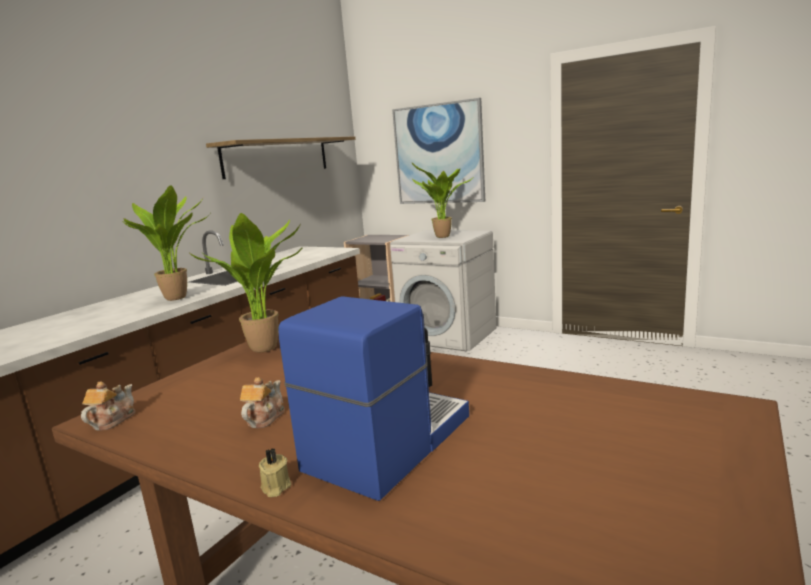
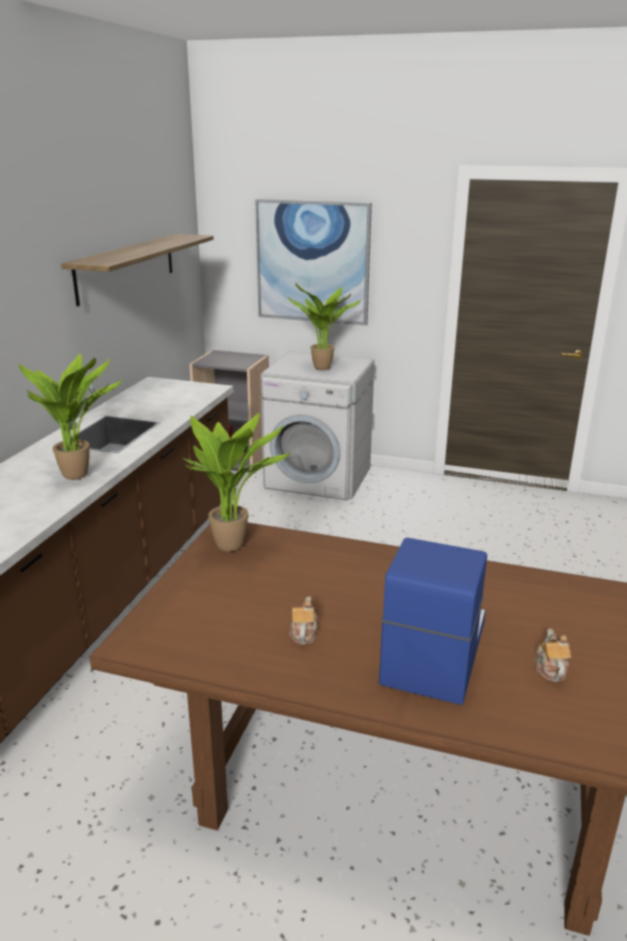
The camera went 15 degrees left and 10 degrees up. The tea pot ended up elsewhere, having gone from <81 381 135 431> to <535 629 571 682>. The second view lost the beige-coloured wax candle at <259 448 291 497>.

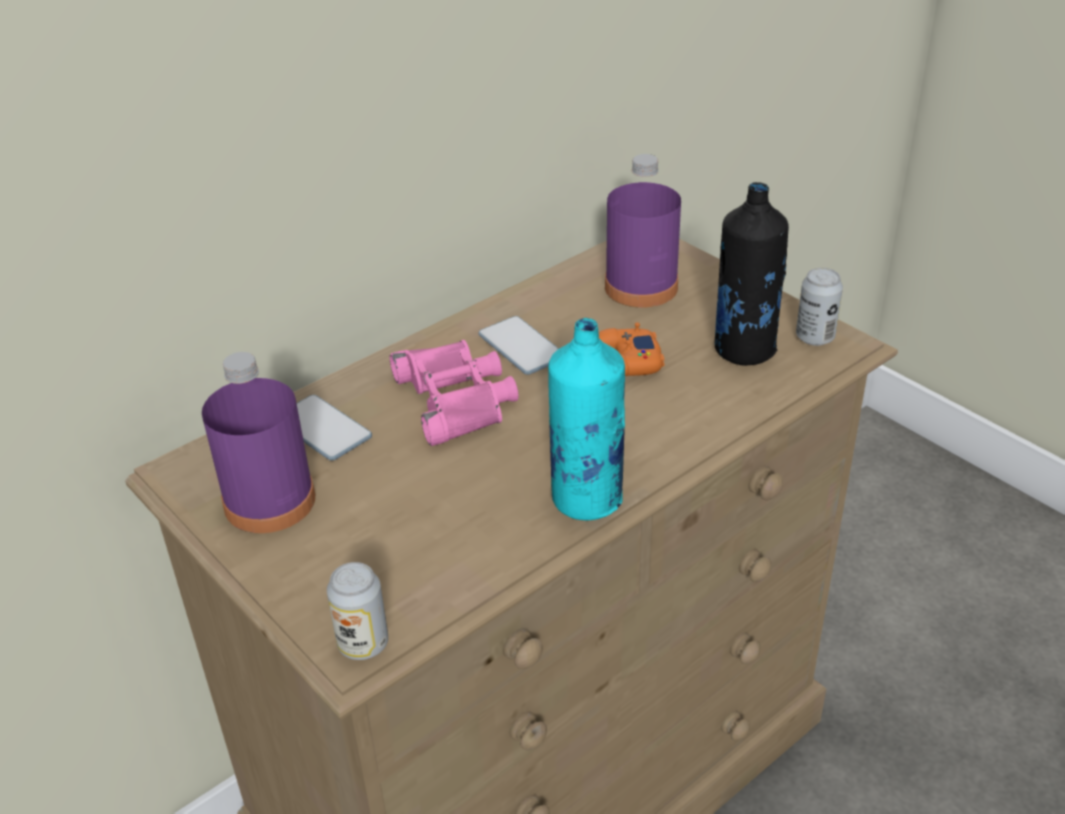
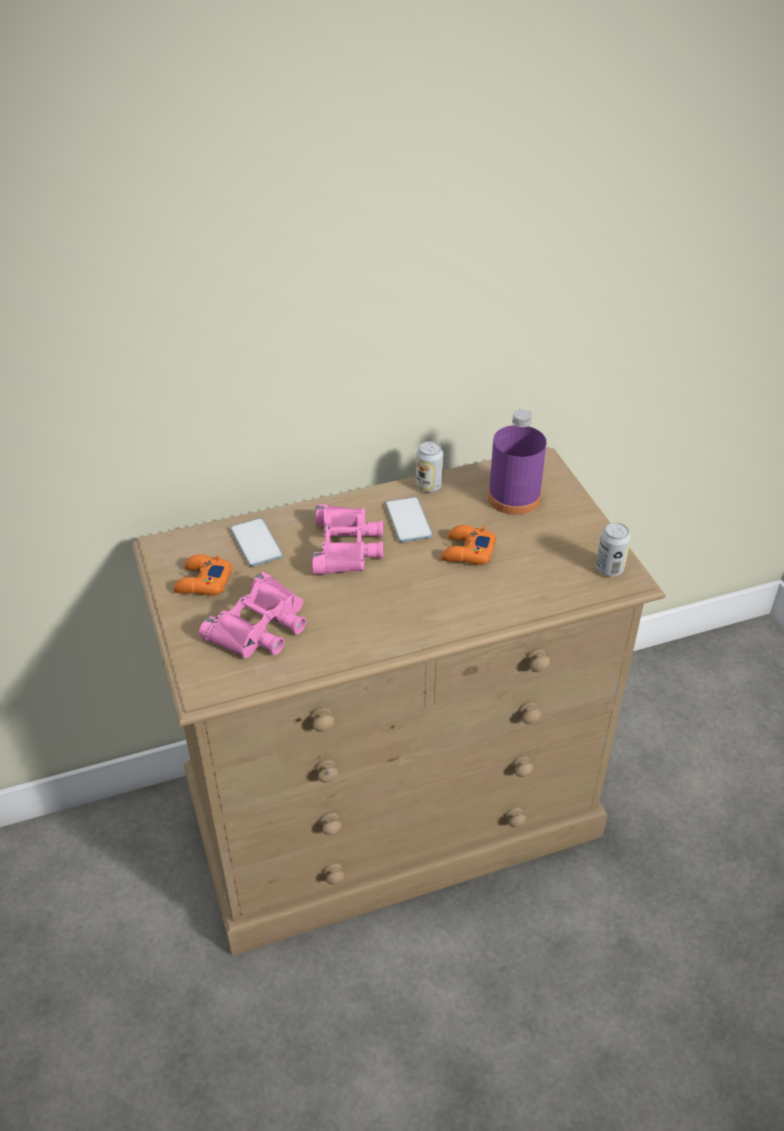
The camera went 20 degrees right and 5 degrees up. The second view lost the blackish drink bottle at <714 182 789 366>. The second view lost the blue-green drink bottle at <548 318 625 520>. Where the purplish drink bottle stood at <202 352 315 533>, the orange-coloured joypad came to stand at <174 554 233 595>. The can ended up elsewhere, having gone from <327 562 388 660> to <416 441 443 492>. The second view gained the pink-coloured field glasses at <199 572 306 658>.

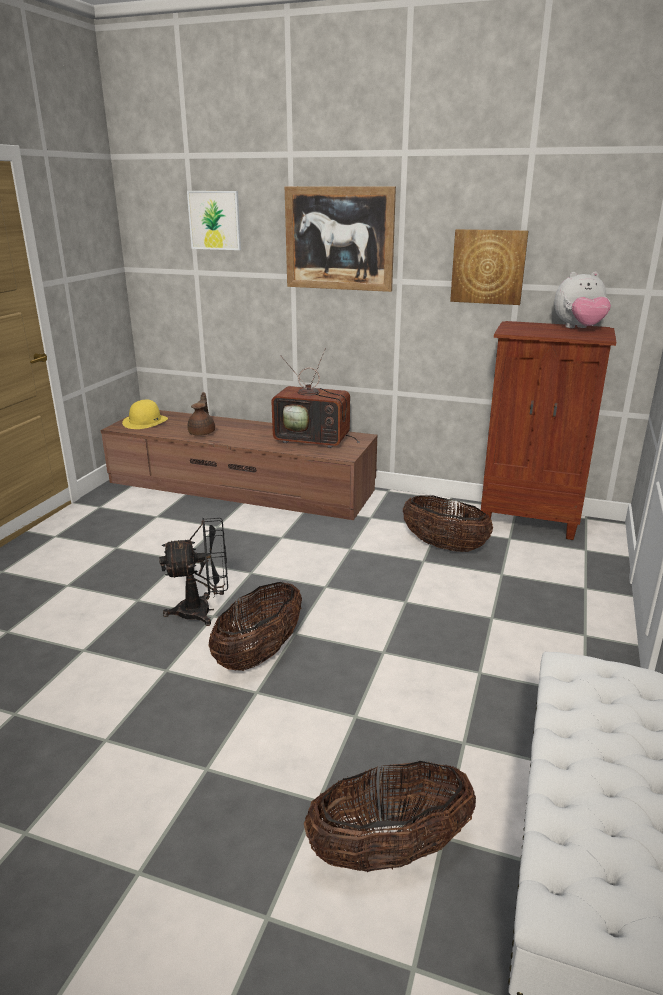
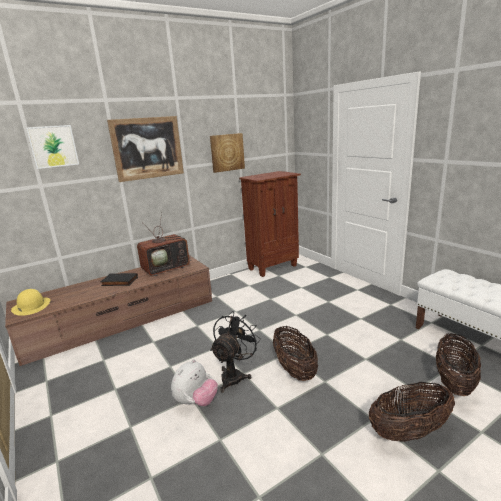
The camera went 50 degrees left and 5 degrees down. The soft toy ended up elsewhere, having gone from <554 272 611 328> to <171 359 218 406>. The second view lost the brown tea pot at <188 392 215 436>. The basket ended up elsewhere, having gone from <403 495 493 552> to <369 382 455 442>. The second view gained the blackish volume at <101 273 138 286>.

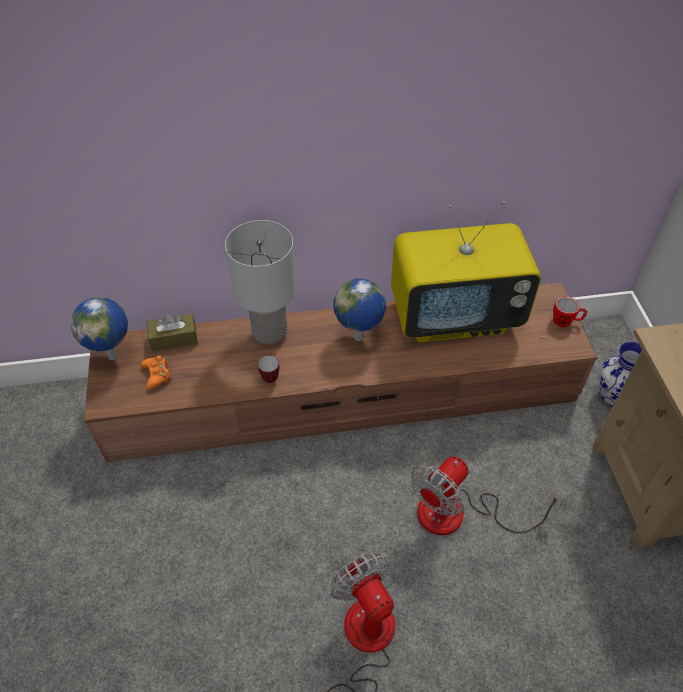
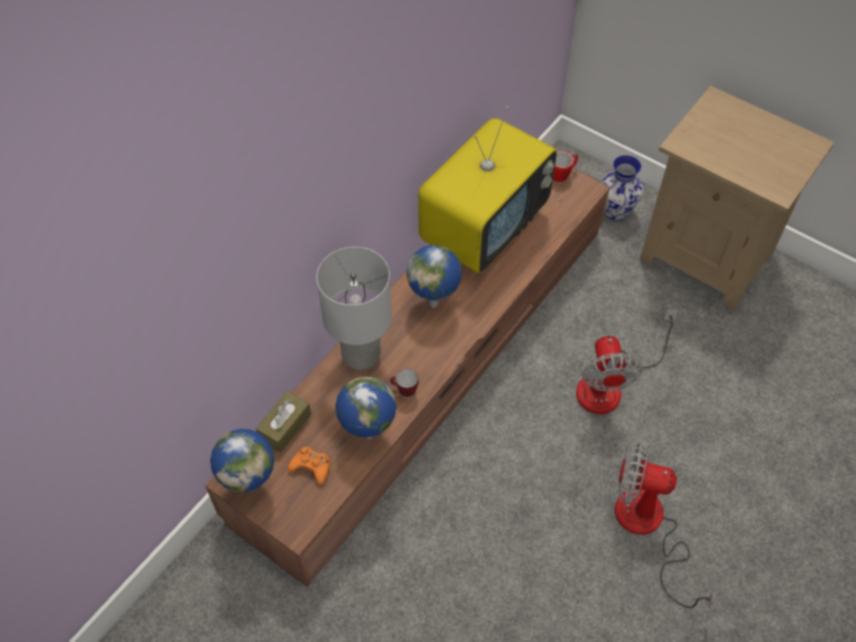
The camera went 45 degrees left and 5 degrees up. The second view gained the world globe at <335 377 396 439>.

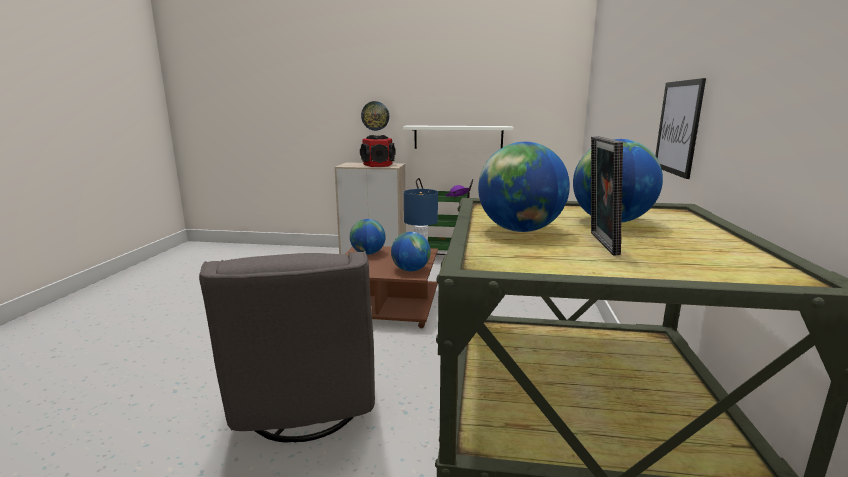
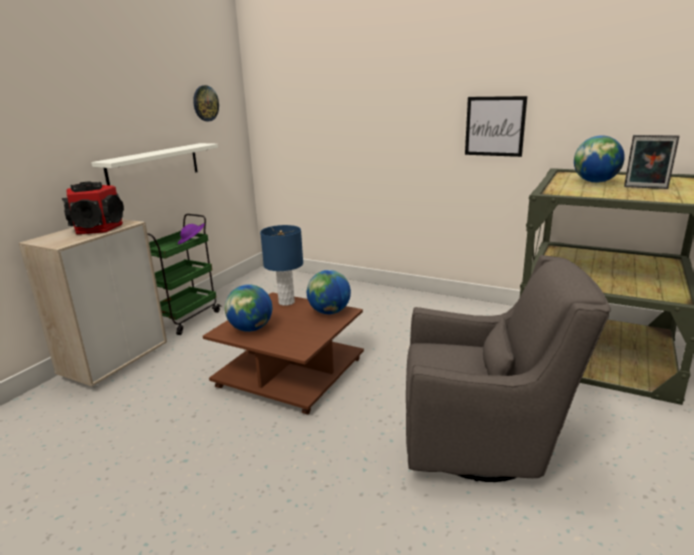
The camera went 70 degrees left and 5 degrees up. The hanging clock ended up elsewhere, having gone from <361 101 389 131> to <193 85 219 122>. The second view lost the world globe at <478 142 570 232>.

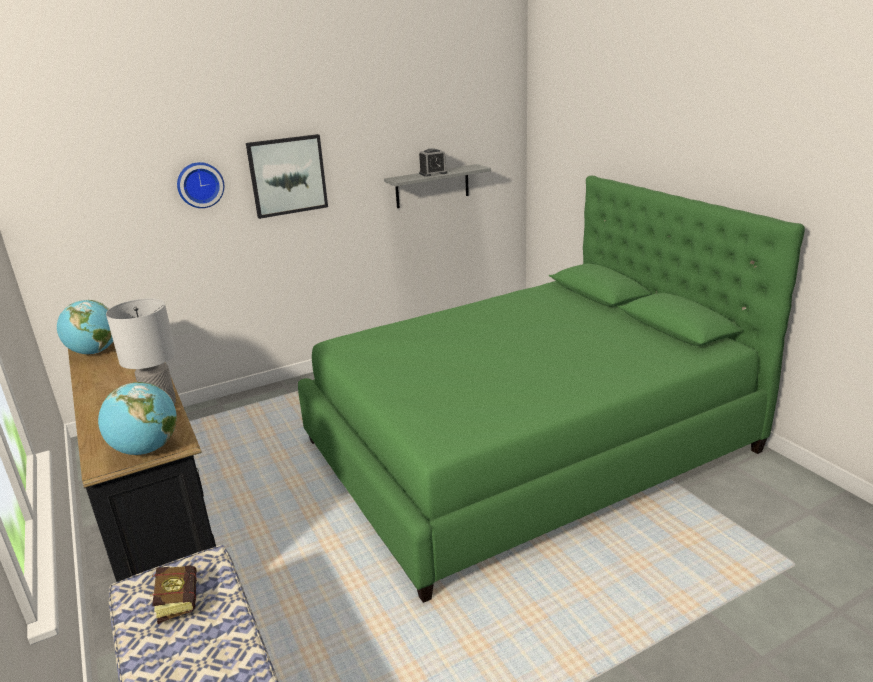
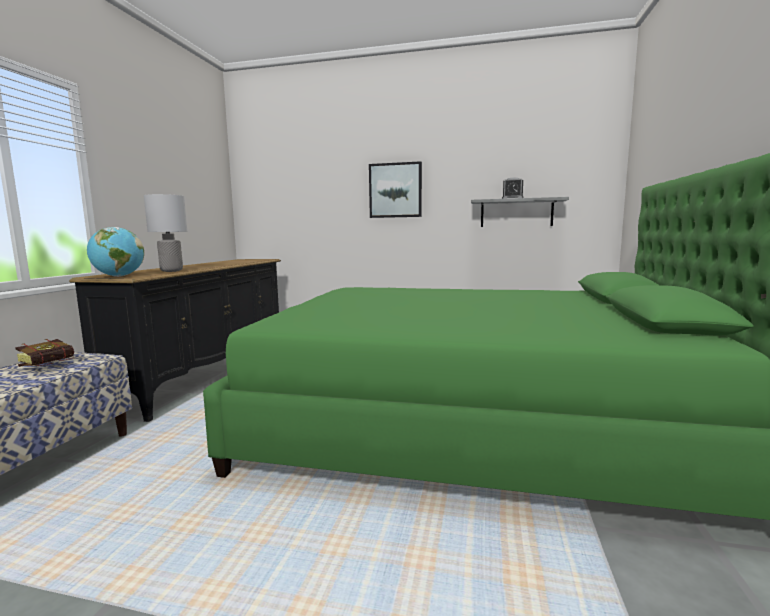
The camera went 40 degrees right and 15 degrees down. The second view lost the hanging clock at <177 162 224 208>. The second view lost the world globe at <57 300 113 354>.

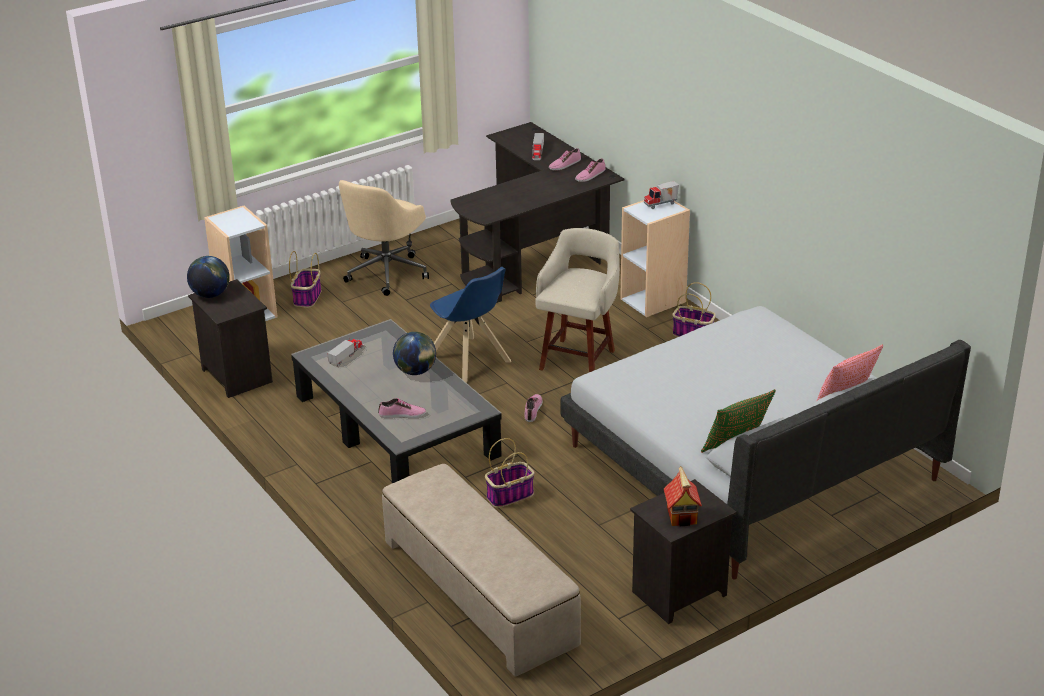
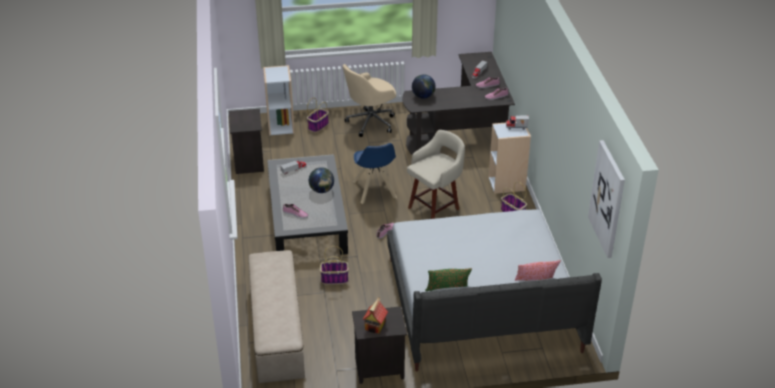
The camera went 25 degrees right and 5 degrees up. The world globe ended up elsewhere, having gone from <187 256 230 298> to <412 74 436 98>. The second view gained the picture at <588 140 625 258>.

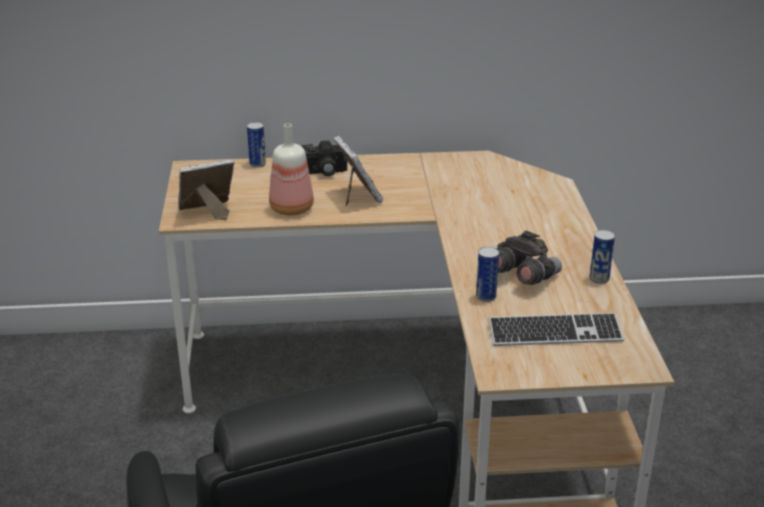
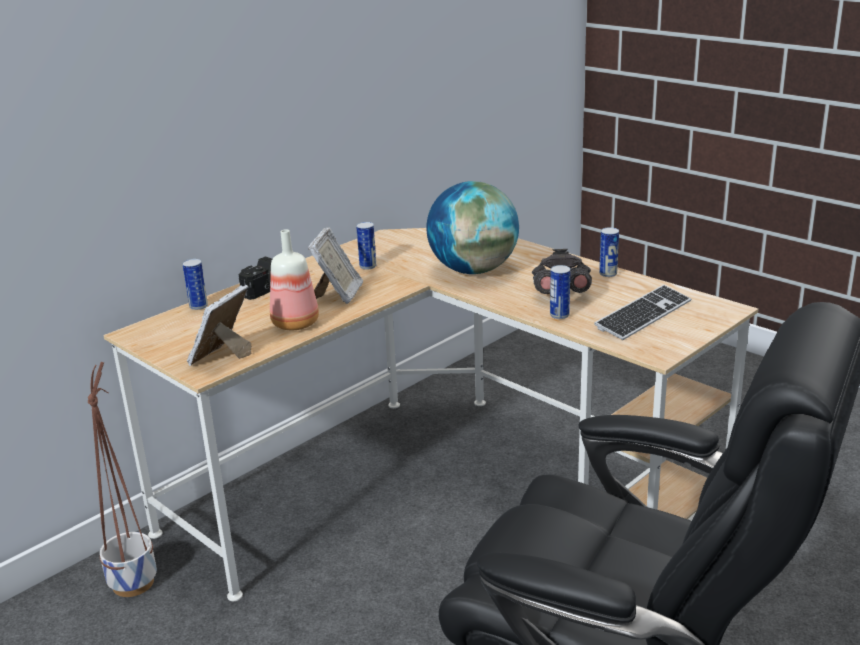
The camera went 40 degrees left and 5 degrees down. The photo frame at <333 136 384 206> ended up facing another way, 75 degrees clockwise from before. The second view gained the world globe at <426 181 519 274>. The second view gained the can at <356 222 376 270>. The second view gained the flower pot at <88 362 157 597>.

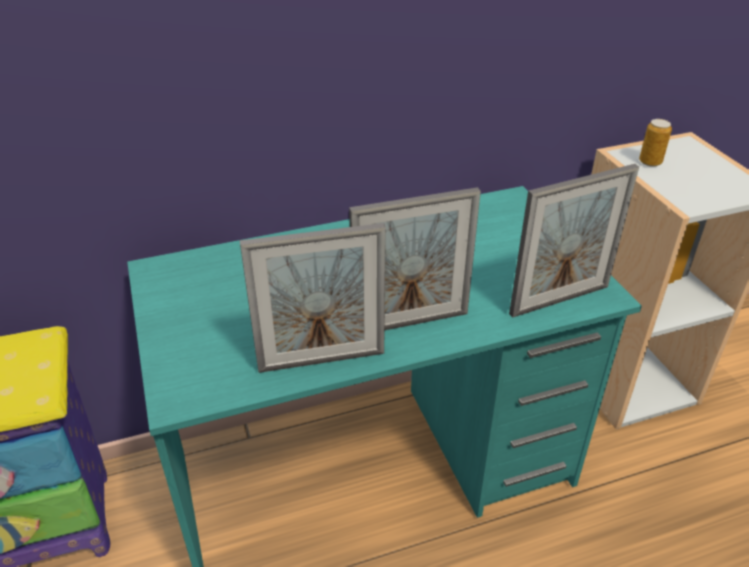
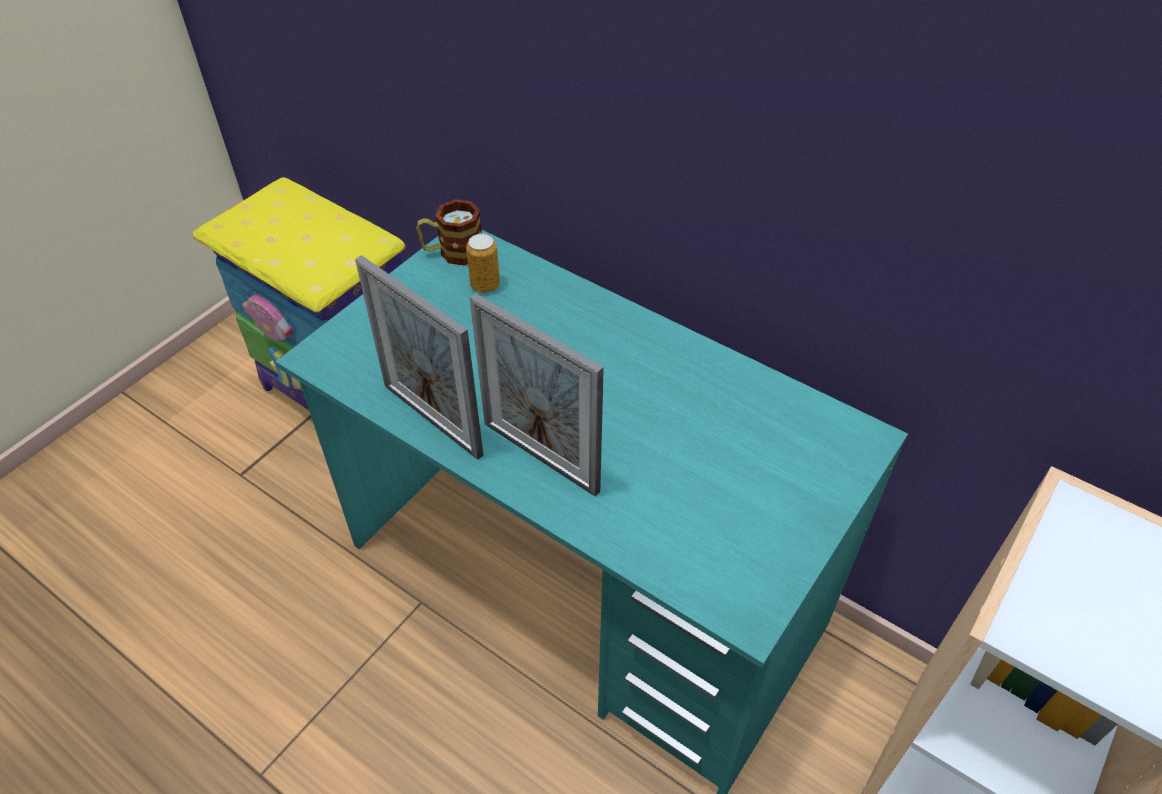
The camera went 55 degrees right and 10 degrees up. The can ended up elsewhere, having gone from <639 119 672 167> to <466 234 500 293>. The second view lost the photo frame at <509 164 639 318>. The second view gained the mug at <416 199 482 266>.

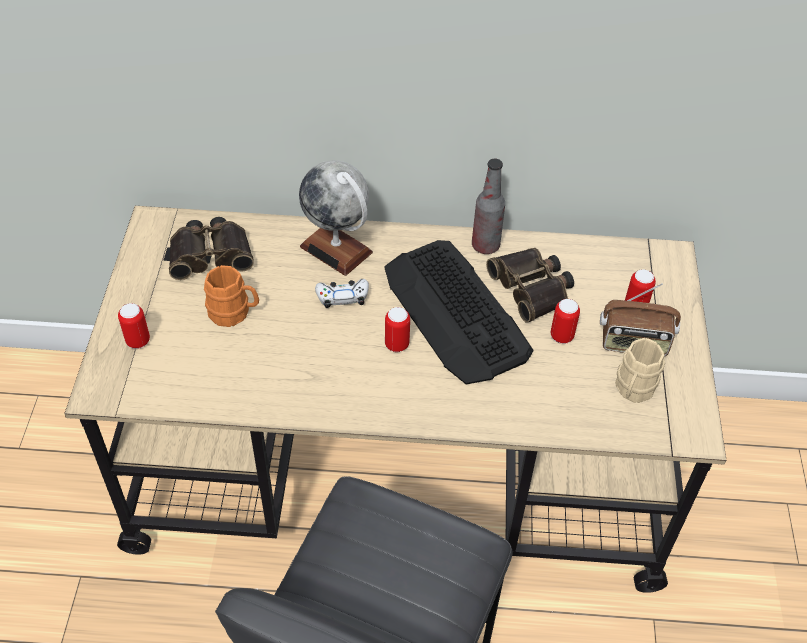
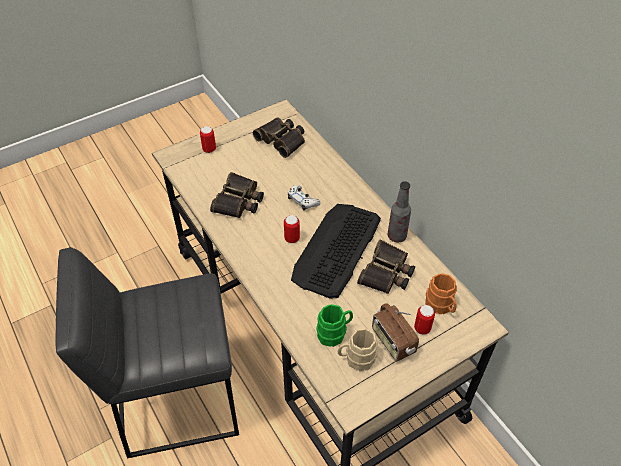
The camera went 55 degrees right and 0 degrees up. The second view lost the world globe at <299 160 373 276>. The orange-coloured mug ended up elsewhere, having gone from <204 265 259 327> to <425 273 457 314>. The second view lost the can at <551 299 580 344>. The second view gained the field glasses at <210 172 264 218>. The second view gained the green-coloured mug at <316 304 353 347>.

